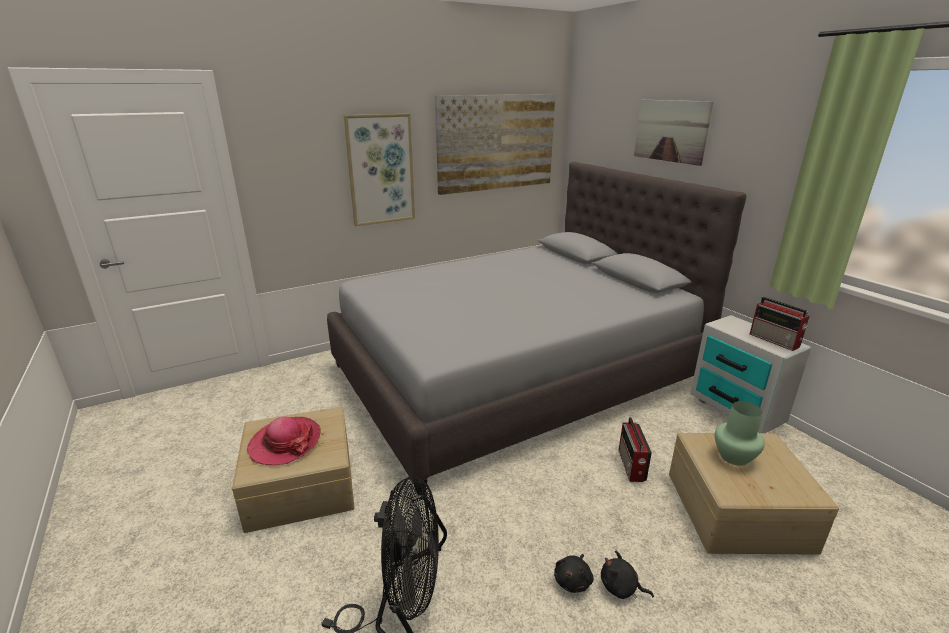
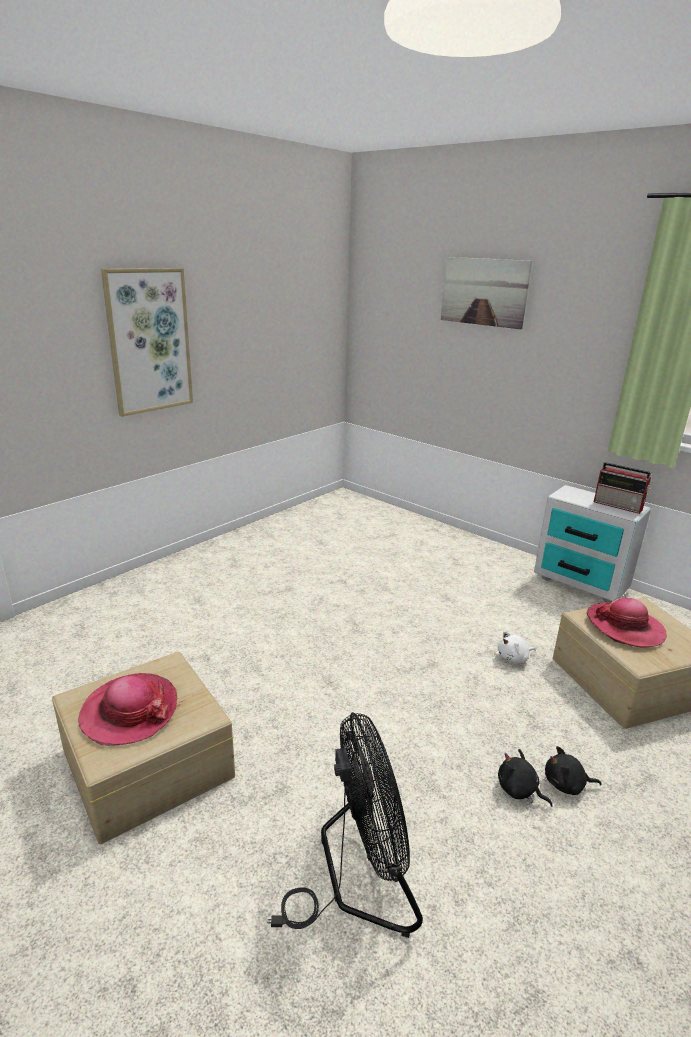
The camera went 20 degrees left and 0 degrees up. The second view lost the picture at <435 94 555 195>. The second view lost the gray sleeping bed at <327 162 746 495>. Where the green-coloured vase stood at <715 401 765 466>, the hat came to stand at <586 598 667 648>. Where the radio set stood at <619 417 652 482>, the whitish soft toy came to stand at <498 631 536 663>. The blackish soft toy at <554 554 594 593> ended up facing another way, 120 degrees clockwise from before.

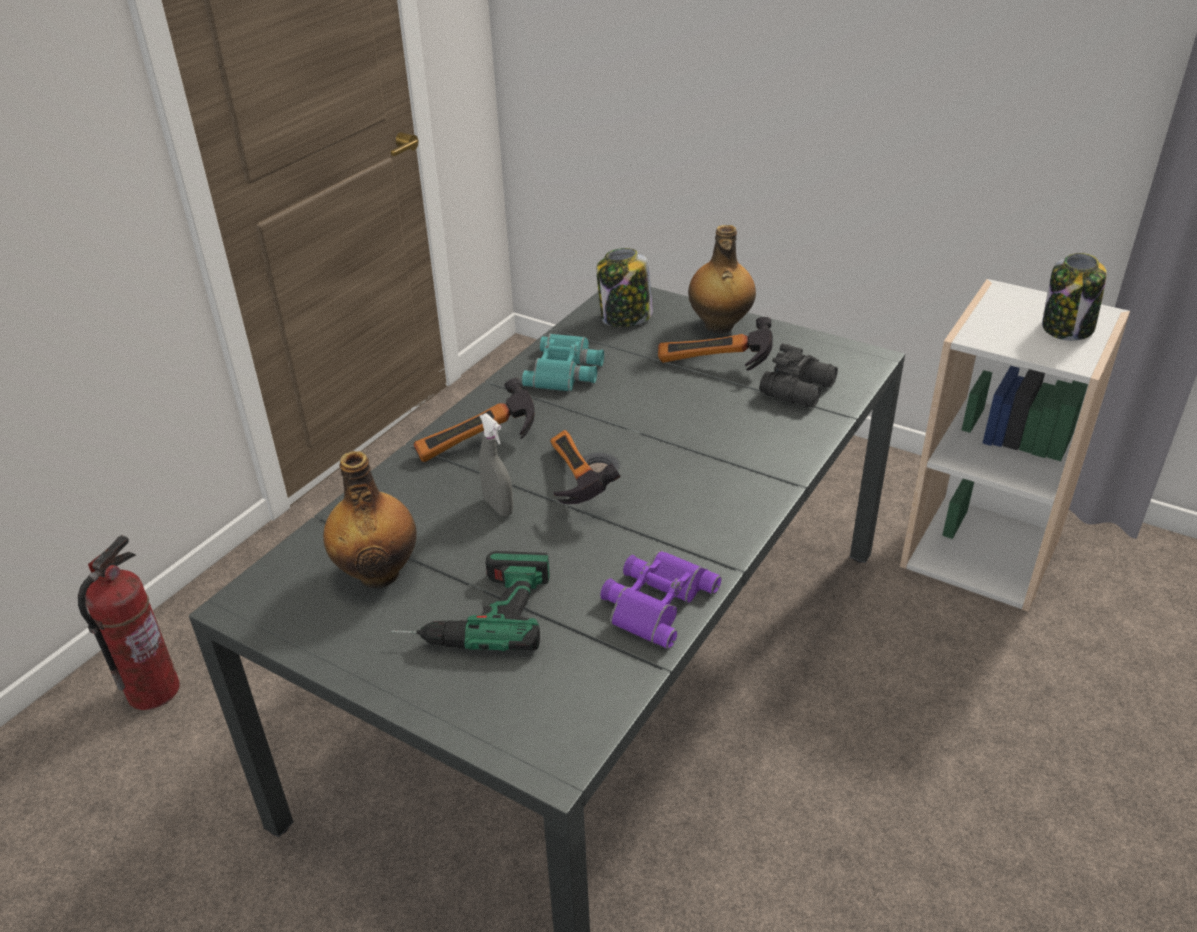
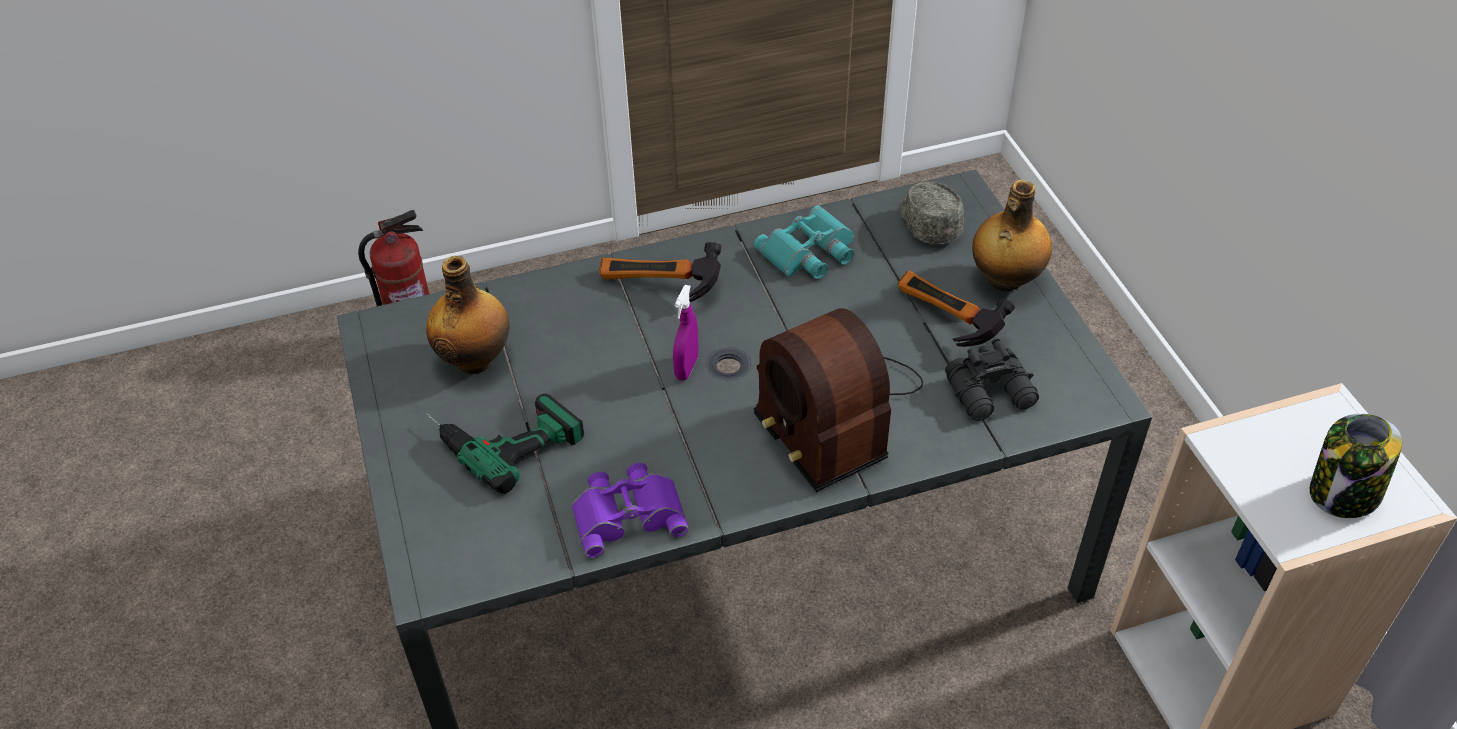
The camera went 40 degrees right and 10 degrees up. Where the jar stood at <597 248 653 327>, the gray baseball cap came to stand at <900 181 964 244>. The second view lost the gray spray bottle at <479 413 513 516>. Where the hammer stood at <550 430 621 504>, the purplish spray bottle came to stand at <673 285 699 380>. The second view gained the radio set at <754 308 923 492>.

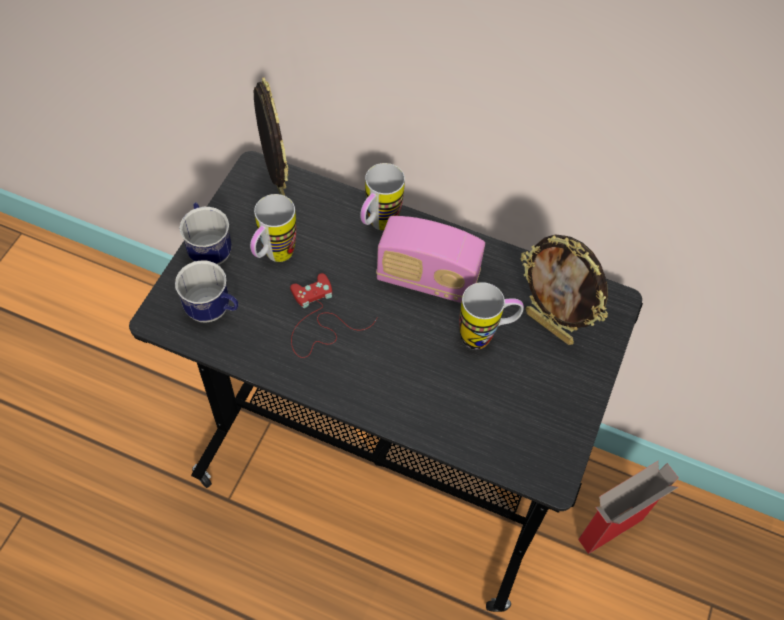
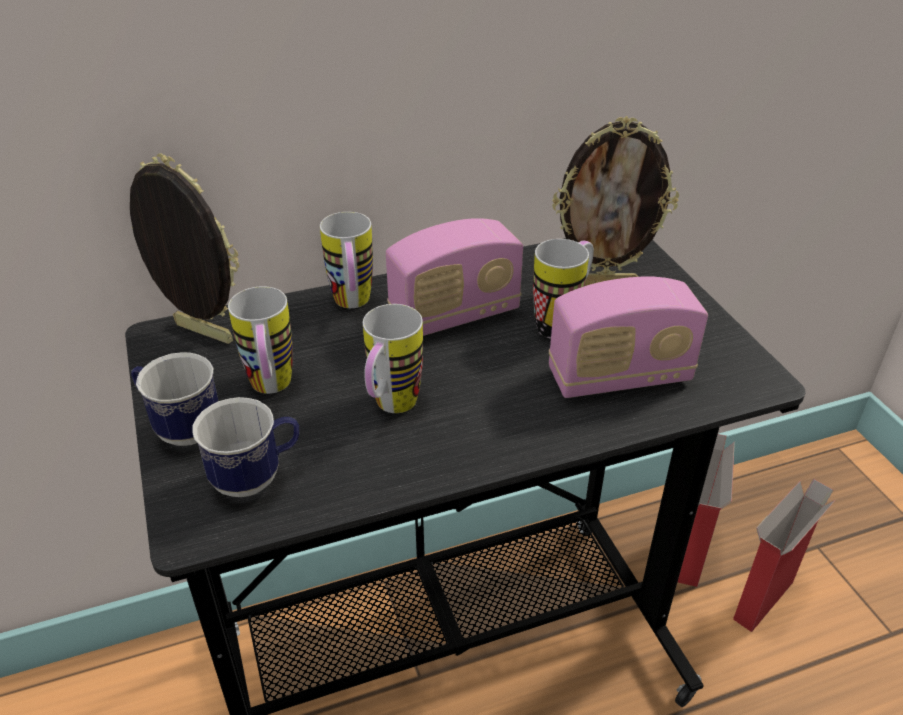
The camera went 40 degrees left and 20 degrees down. Where the reddish joypad stood at <290 273 378 358>, the mug came to stand at <363 304 423 413>. The second view gained the radio set at <549 276 708 398>. The second view gained the carton at <733 479 836 632>.

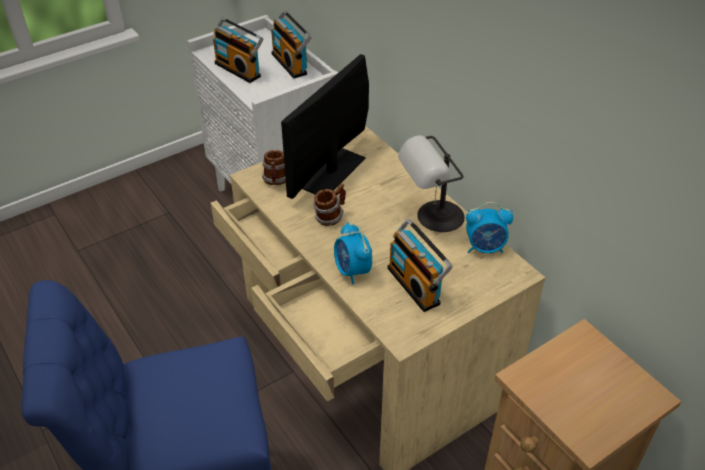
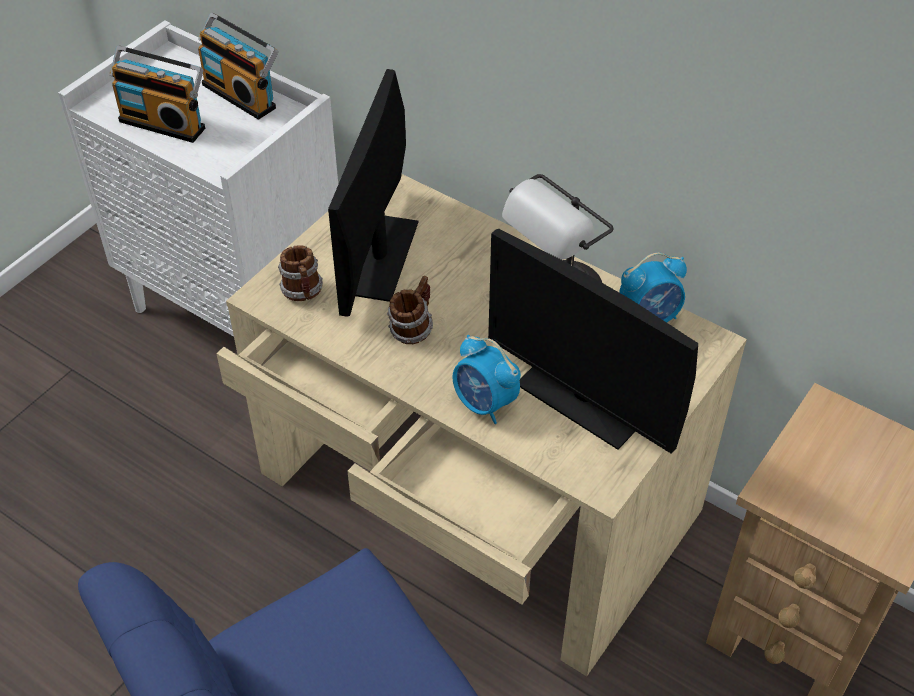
The camera went 20 degrees left and 5 degrees up. Where the radio set stood at <387 219 453 312>, the monitor came to stand at <488 229 698 454>.

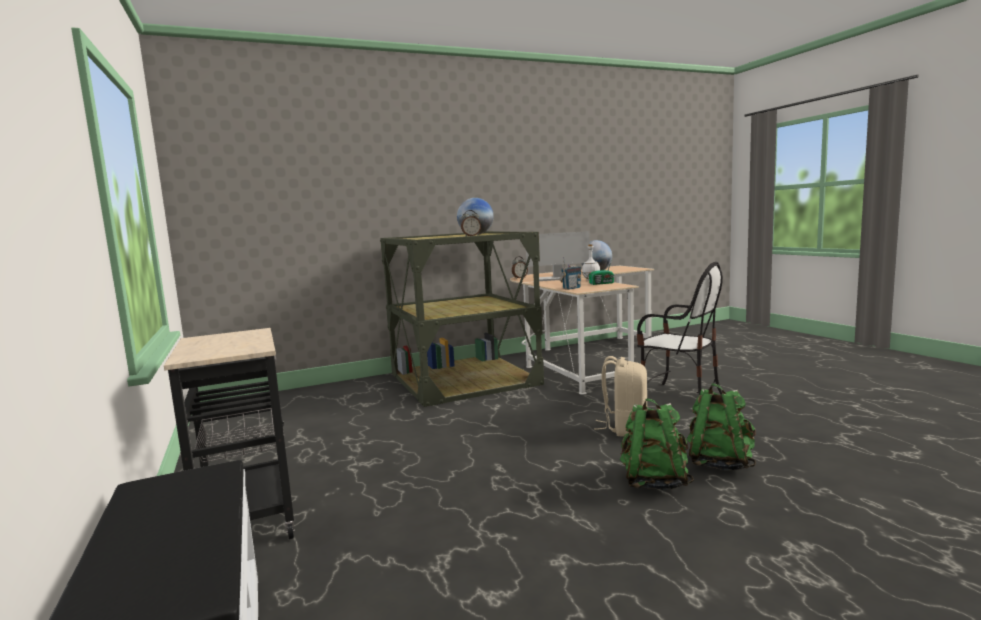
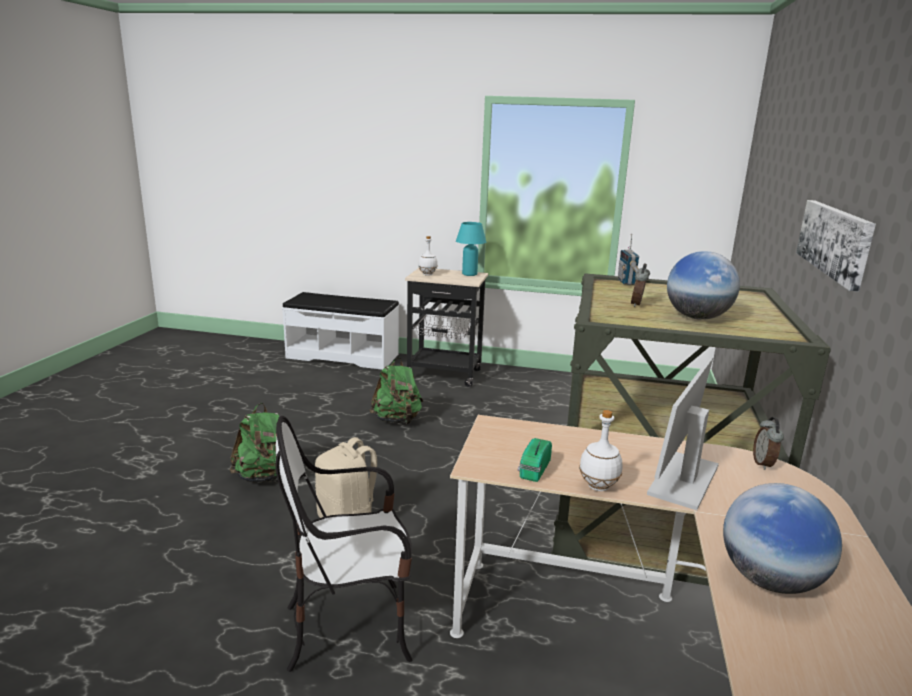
The camera went 125 degrees right and 10 degrees up. The radio set ended up elsewhere, having gone from <559 256 581 290> to <618 234 639 285>. The green-coloured knapsack ended up elsewhere, having gone from <687 383 756 470> to <369 358 423 424>. The second view gained the picture at <796 200 876 292>. The second view gained the blue-green tabletop lamp at <456 222 486 276>. The second view gained the whitish drink bottle at <418 236 438 276>.

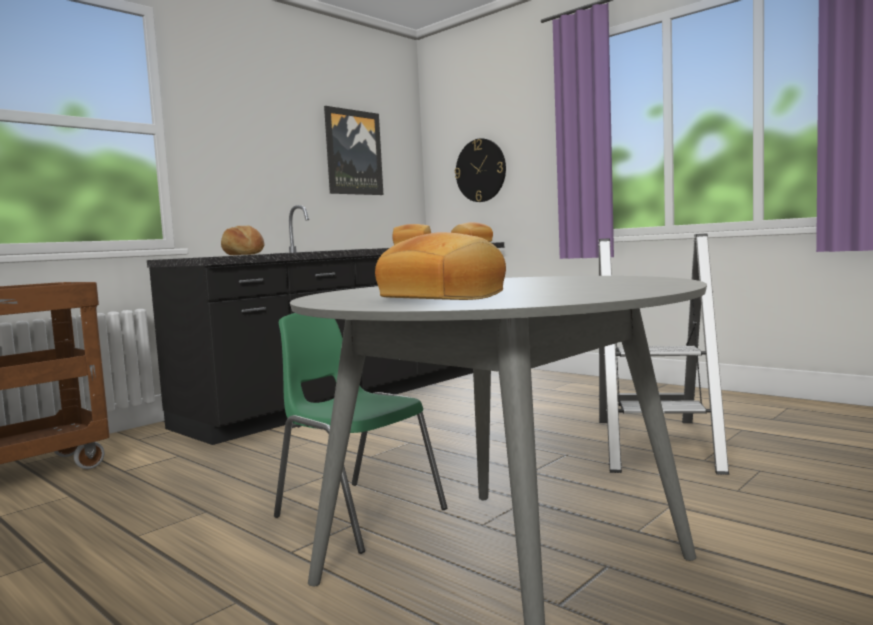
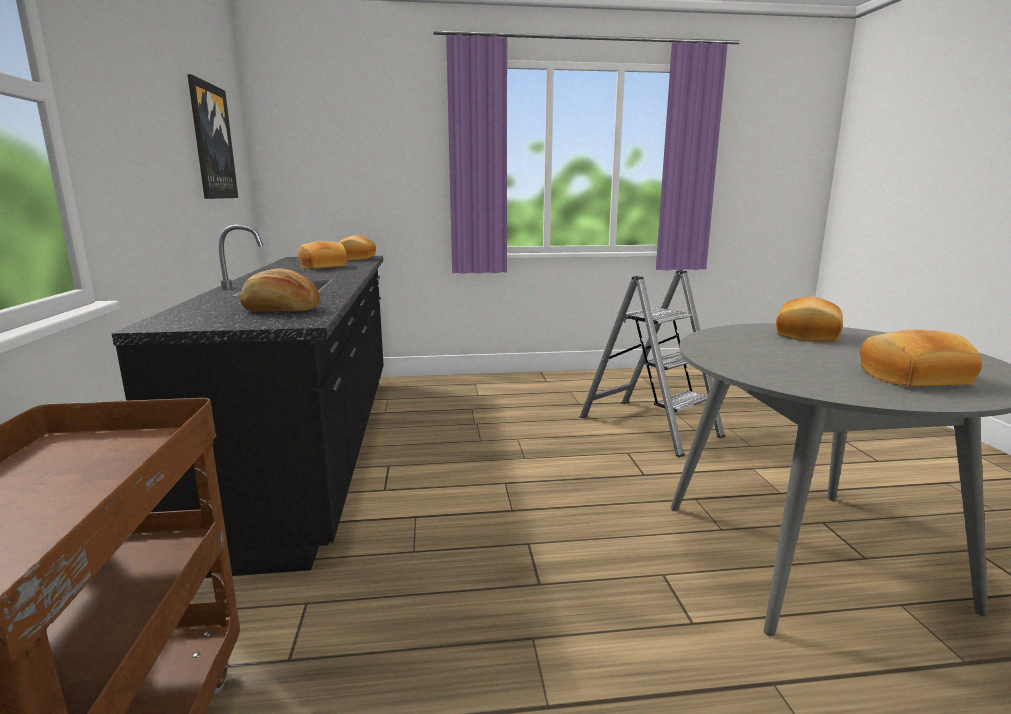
The camera went 50 degrees left and 10 degrees up. The second view lost the hanging clock at <455 138 506 202>. The second view lost the green-coloured upright chair at <274 313 447 554>. The second view gained the baked bread at <776 296 843 342>.

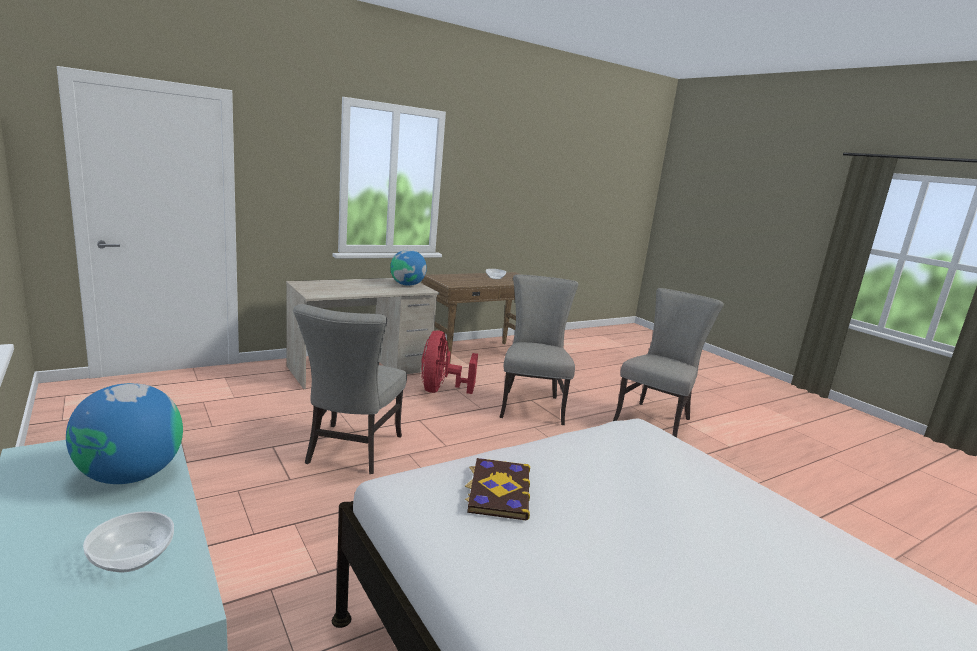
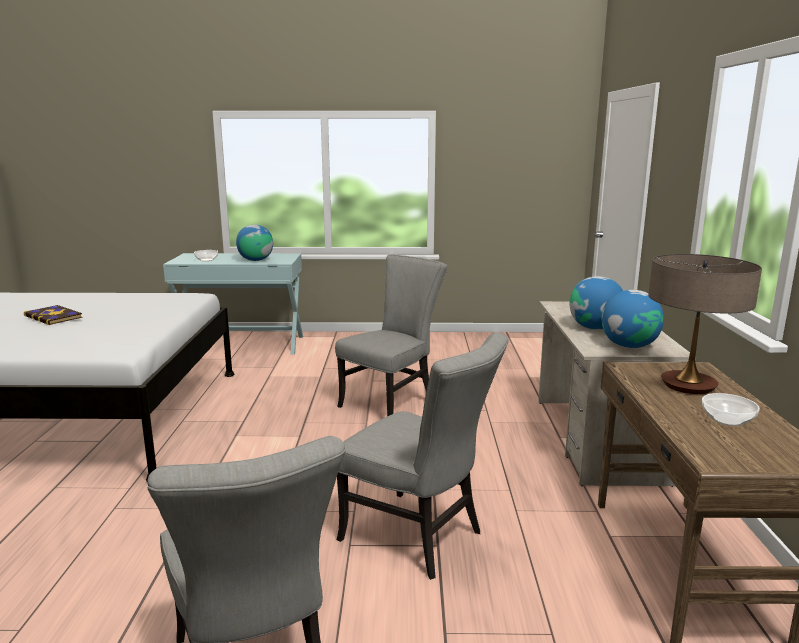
The camera went 125 degrees right and 0 degrees up. The gray upright chair at <293 304 407 474> ended up facing another way, 90 degrees clockwise from before. The second view lost the reddish fan at <421 330 478 394>. The volume ended up elsewhere, having gone from <465 458 530 520> to <24 305 83 325>. The second view gained the tabletop lamp at <649 254 762 394>. The second view gained the world globe at <570 276 623 330>.

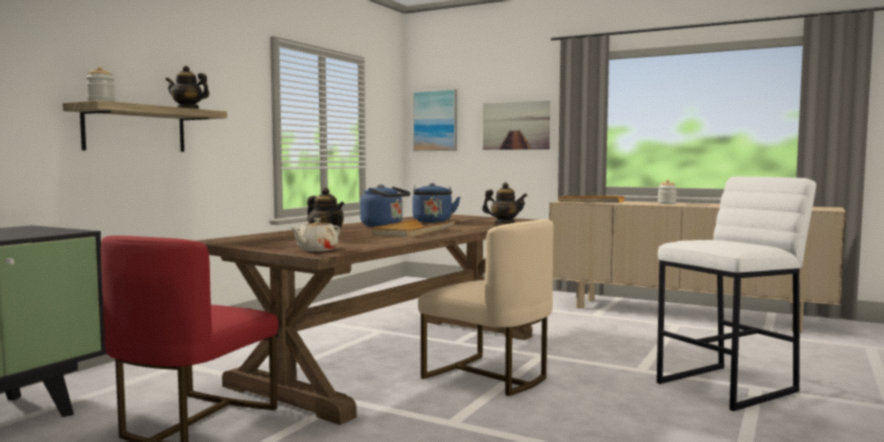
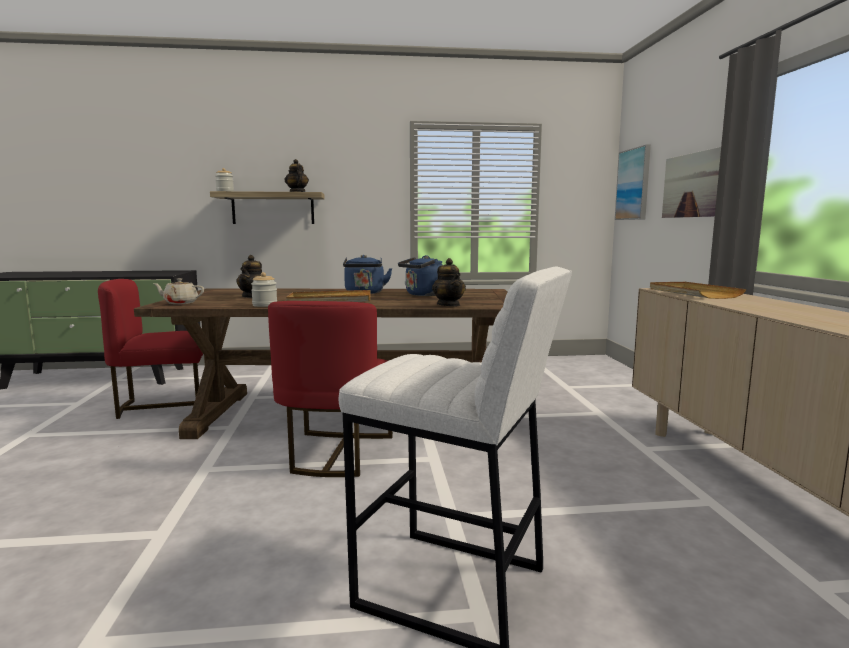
The camera went 55 degrees right and 5 degrees up. The jar ended up elsewhere, having gone from <658 179 677 204> to <251 272 277 307>. What was the beige-coloured upright chair at <418 219 554 396> turned into the reddish upright chair at <268 301 393 477>.

